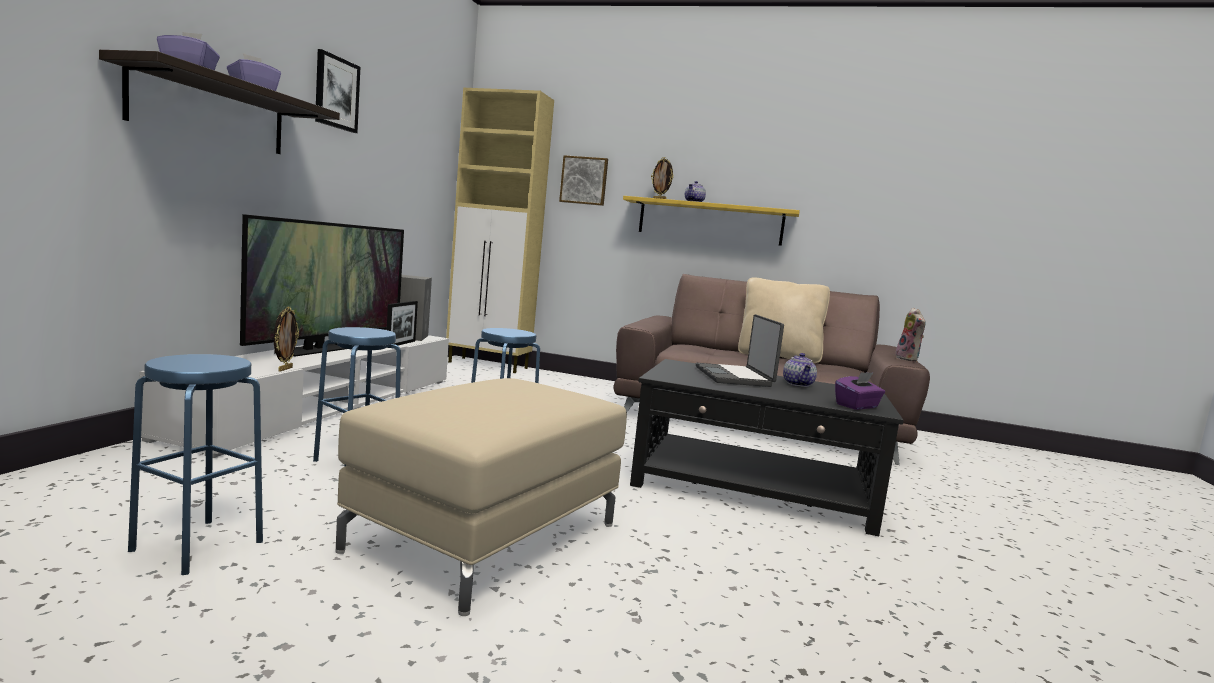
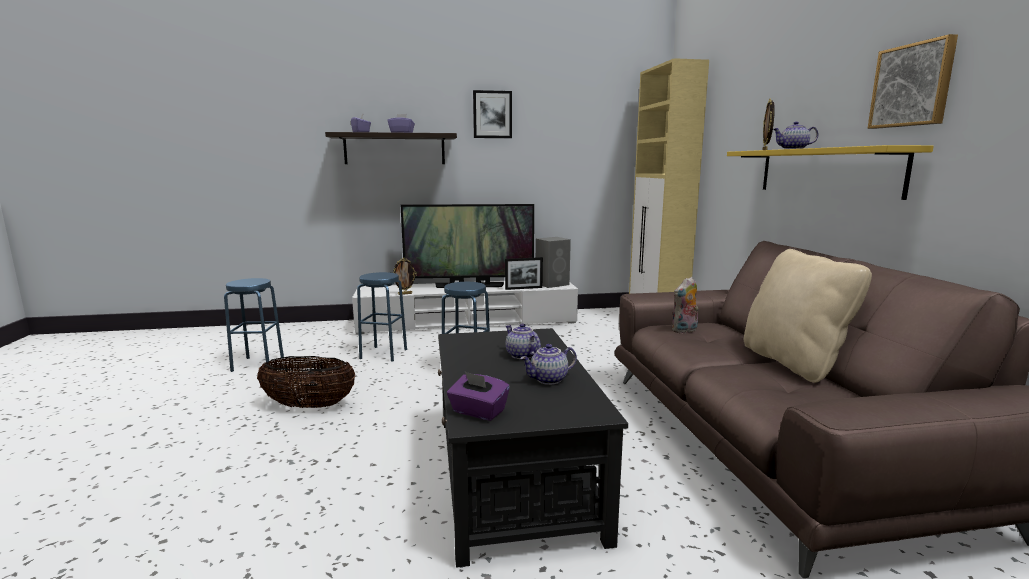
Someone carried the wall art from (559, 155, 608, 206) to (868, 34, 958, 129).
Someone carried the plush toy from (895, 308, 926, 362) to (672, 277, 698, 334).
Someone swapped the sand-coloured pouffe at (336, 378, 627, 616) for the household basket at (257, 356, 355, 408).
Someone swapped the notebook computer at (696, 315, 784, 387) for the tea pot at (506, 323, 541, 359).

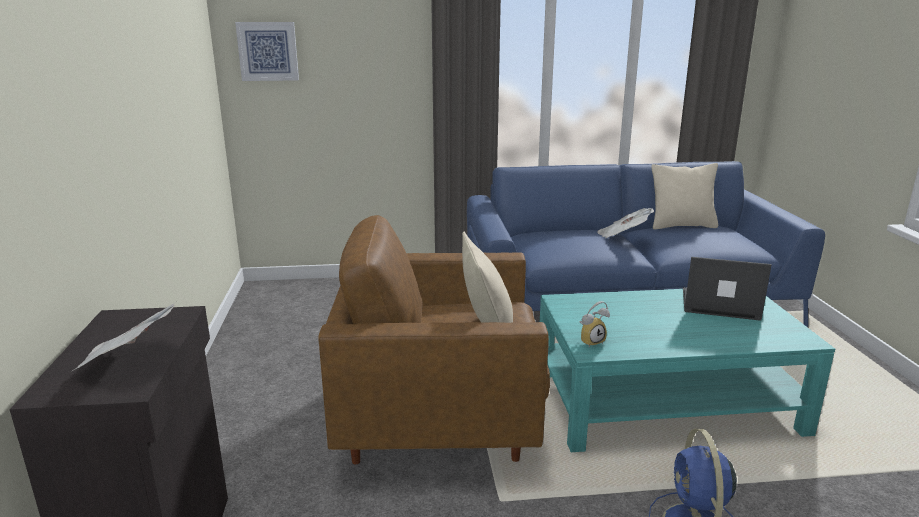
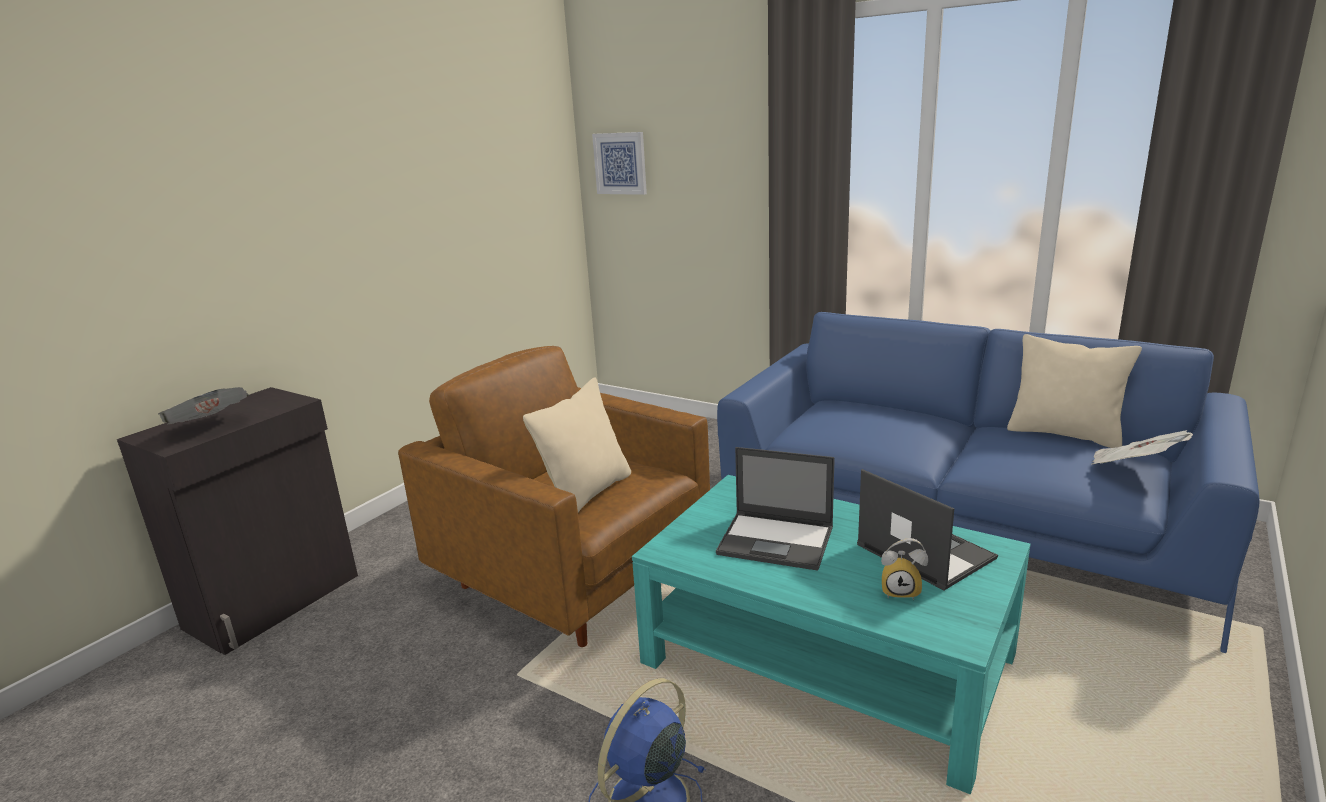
Someone put down the notebook computer at (716, 447, 835, 571).
Someone carried the alarm clock from (579, 301, 610, 348) to (881, 538, 928, 600).
Someone carried the daily paper from (597, 208, 654, 238) to (1091, 430, 1193, 465).

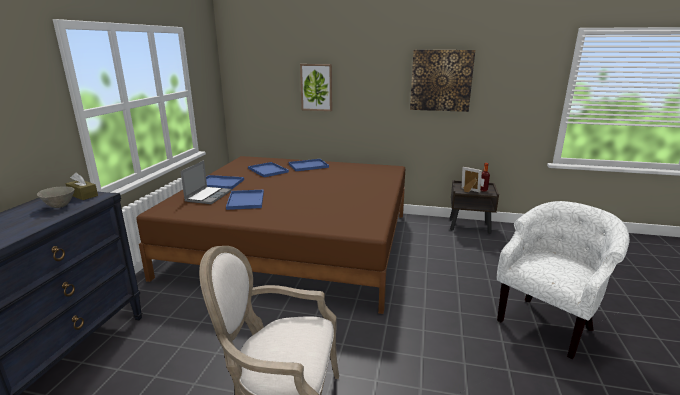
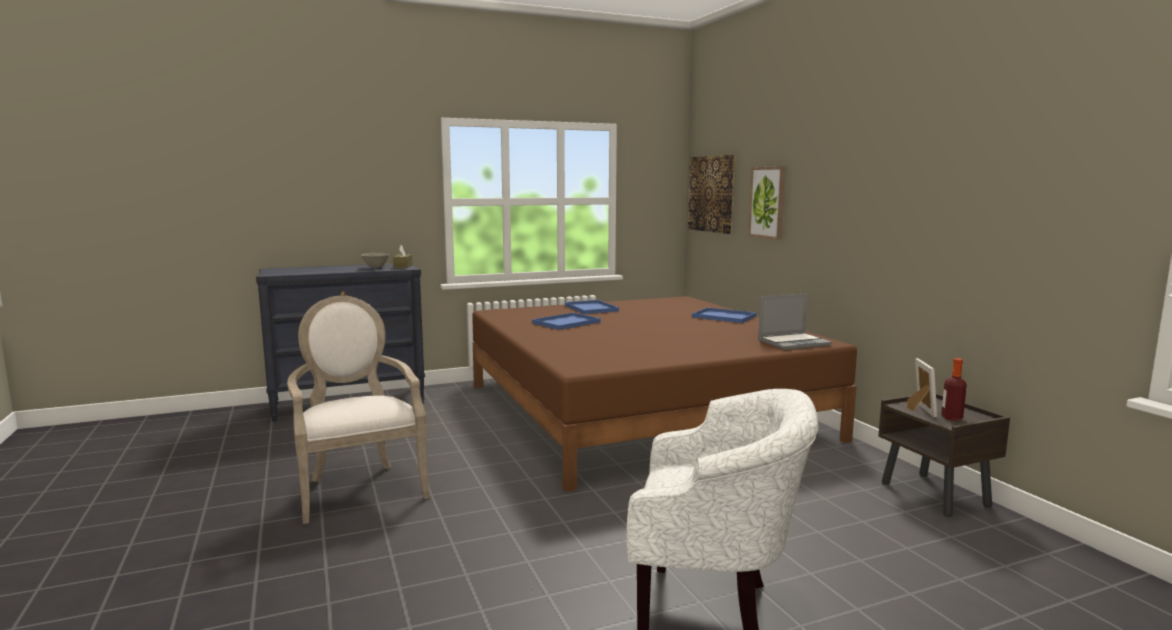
Someone took away the bluish tray at (248, 162, 289, 177).
Someone carried the notebook computer from (180, 160, 231, 204) to (758, 293, 832, 350).
Someone carried the wall art from (410, 50, 475, 112) to (688, 155, 735, 234).

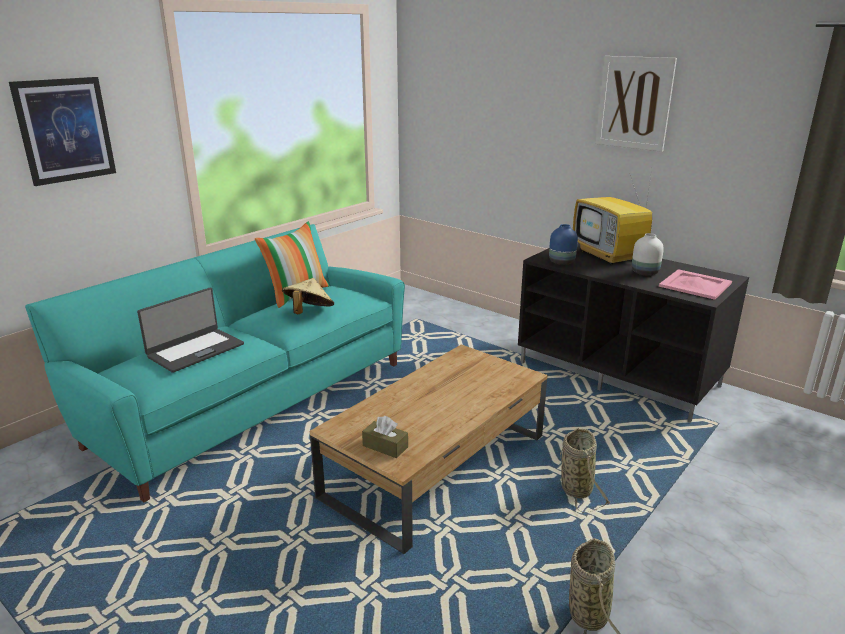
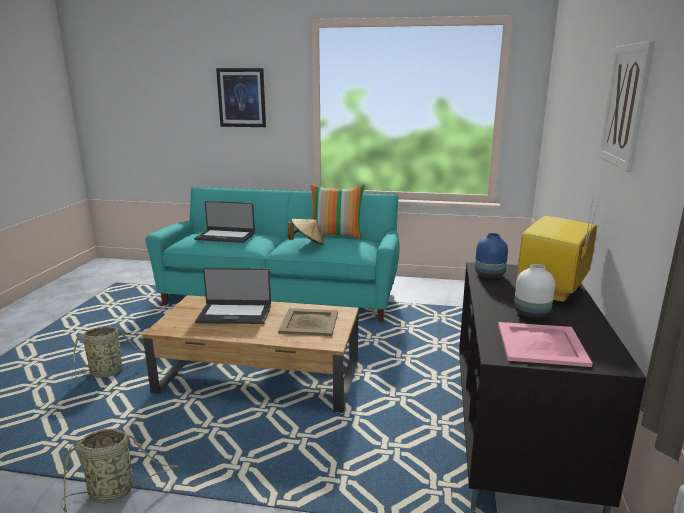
Someone took away the brown box of tissues at (362, 416, 408, 458).
Someone put down the notebook computer at (195, 268, 271, 324).
Someone put down the sand-coloured tray at (278, 308, 338, 336).
Someone carried the household basket from (560, 428, 610, 513) to (71, 326, 146, 381).

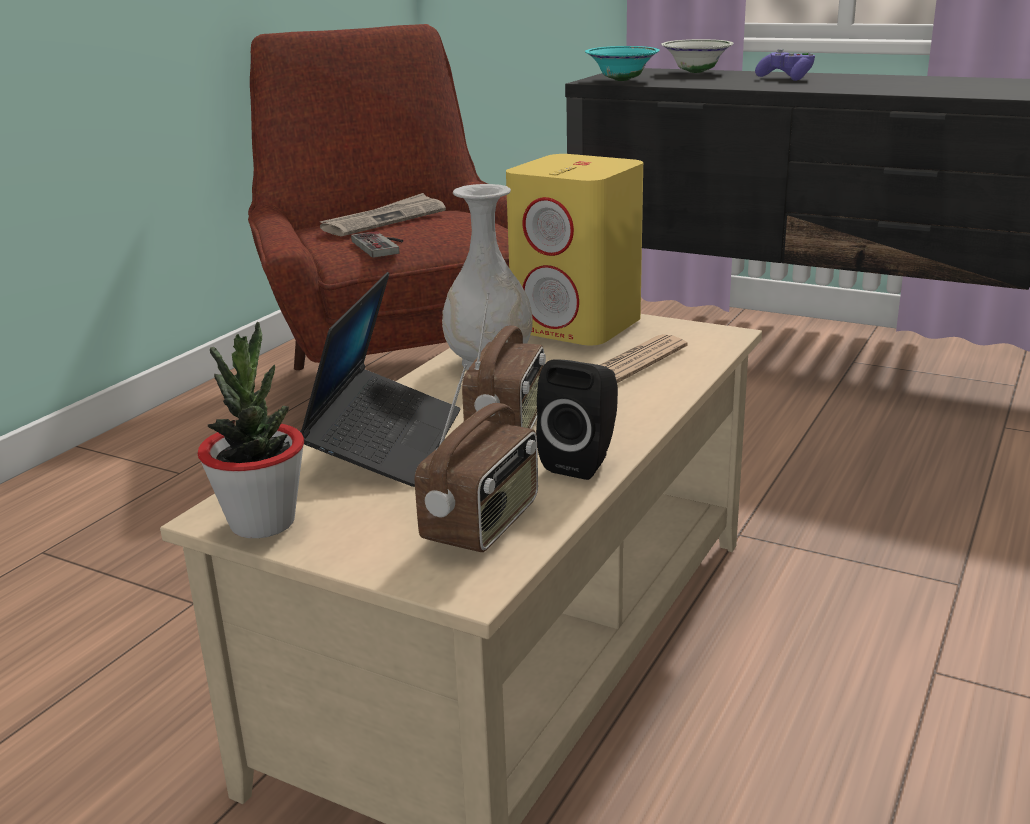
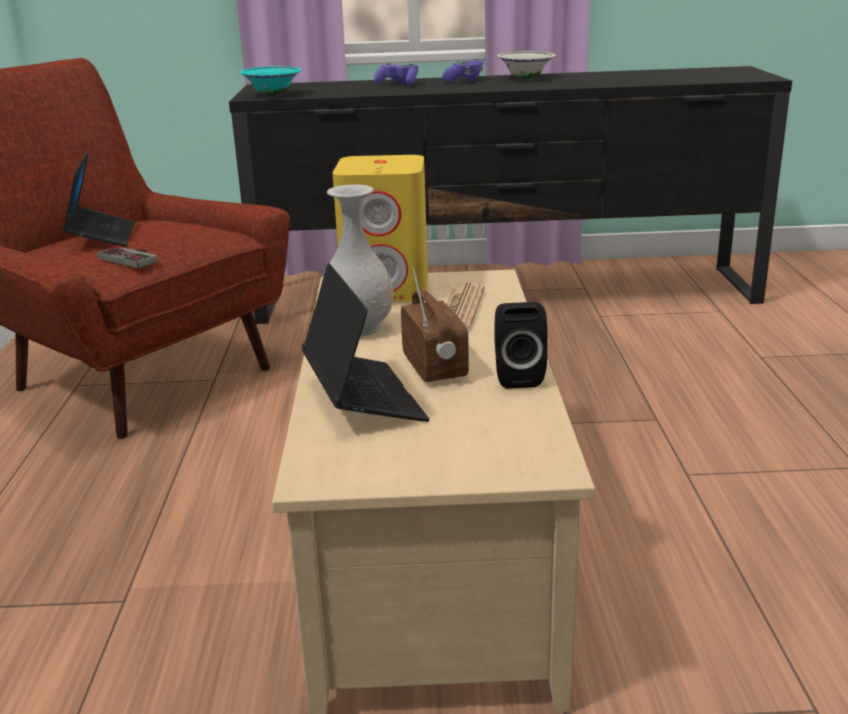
Someone took away the potted plant at (198, 322, 304, 538).
Someone took away the radio set at (415, 364, 538, 552).
Someone put down the purple-coloured joypad at (442, 58, 484, 82).
Someone carried the white-coloured serving bowl from (661, 39, 734, 73) to (497, 51, 555, 79).
Someone swapped the daily paper at (320, 193, 446, 236) for the notebook computer at (62, 152, 135, 247).

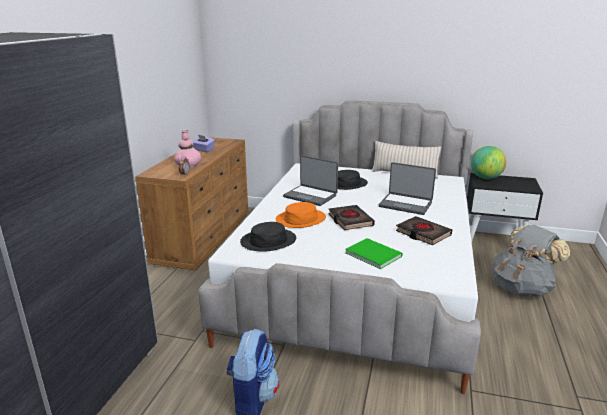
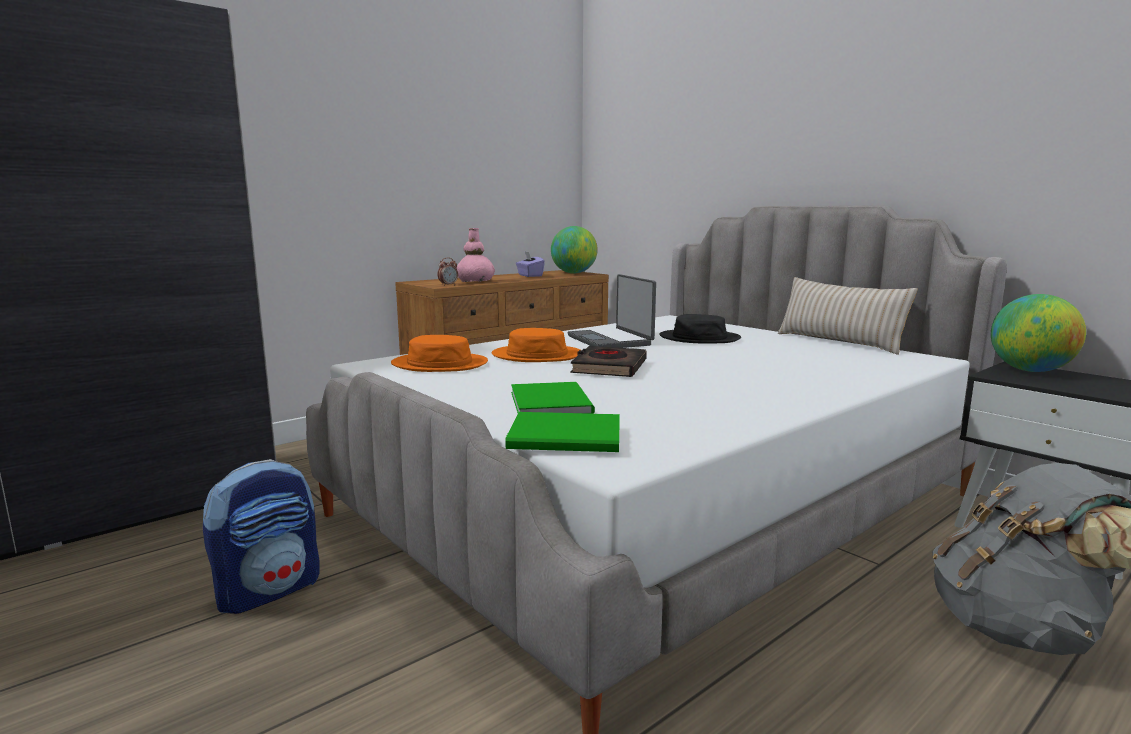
Someone took away the notebook computer at (379, 162, 436, 215).
Someone took away the blackish volume at (396, 216, 452, 245).
Someone put down the green-coloured volume at (505, 412, 620, 452).
Someone put down the desk globe at (551, 226, 598, 274).
Someone repainted the blackish hat at (240, 222, 296, 252), which became the orangey hat at (391, 335, 488, 372).

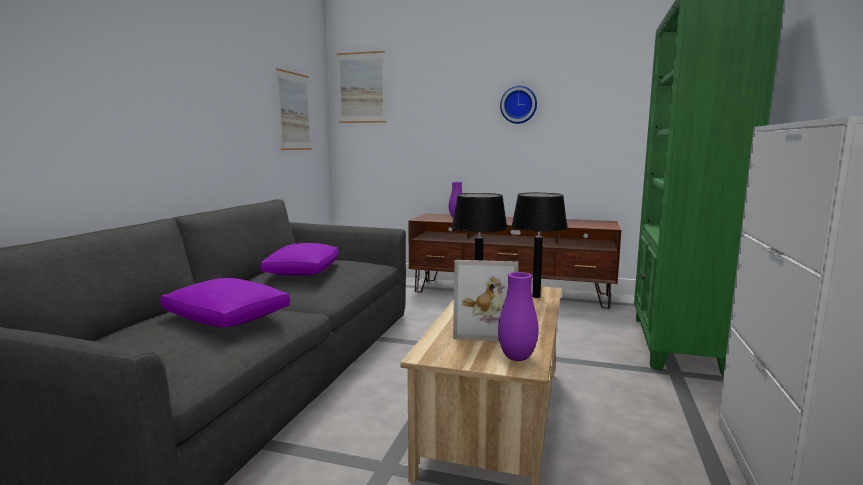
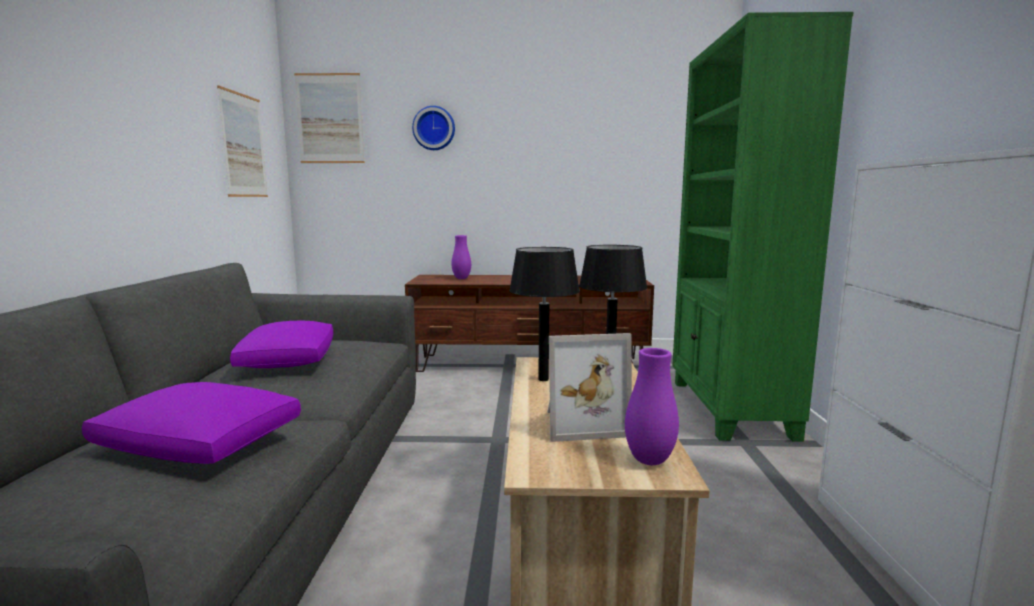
Someone carried the wall clock from (500, 86, 537, 124) to (412, 106, 455, 150).

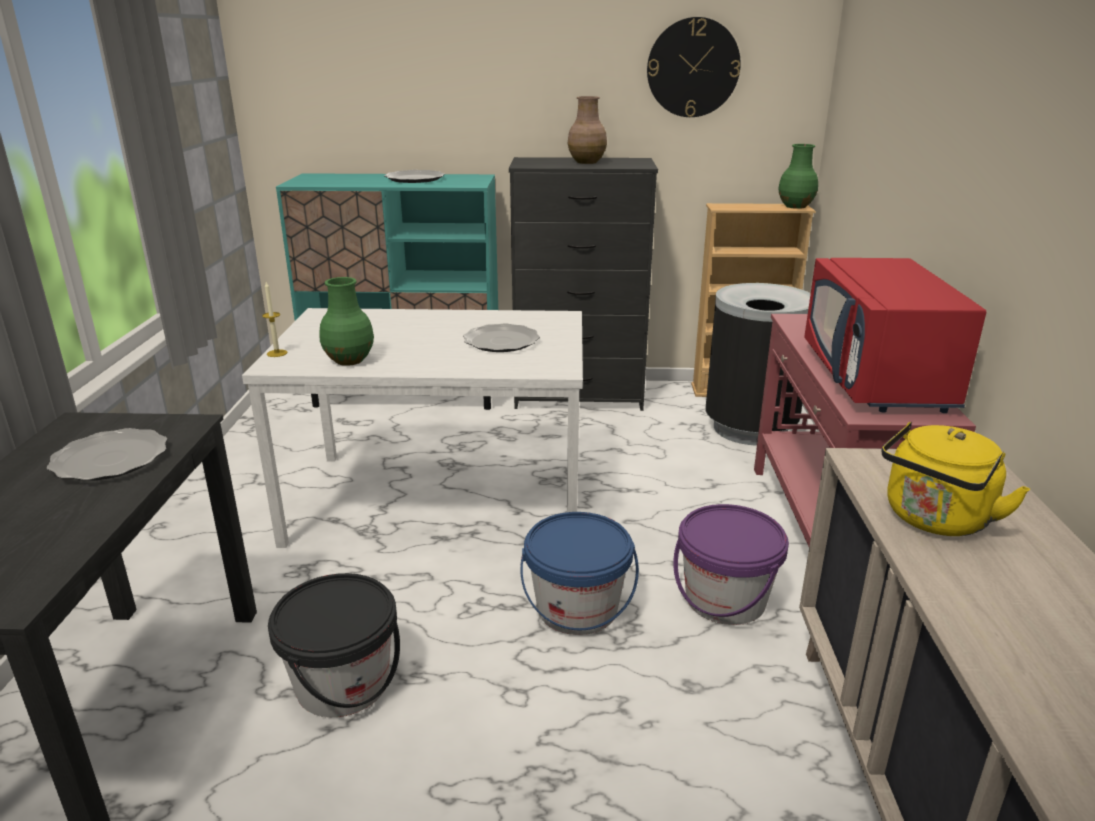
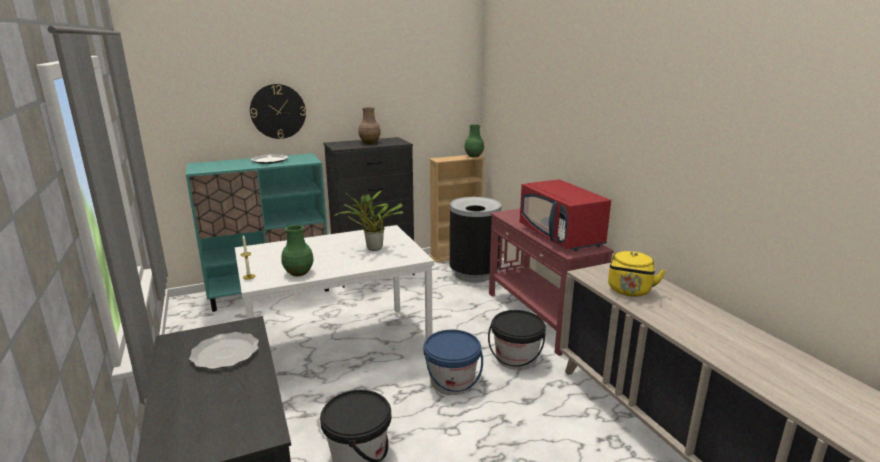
Someone carried the wall clock from (647, 17, 741, 117) to (250, 84, 306, 139).
Someone swapped the flat dish at (463, 323, 540, 352) for the potted plant at (334, 190, 403, 251).
Someone repainted the purple-coloured water bucket at (673, 504, 789, 625), which became the blackish water bucket at (488, 310, 546, 370).

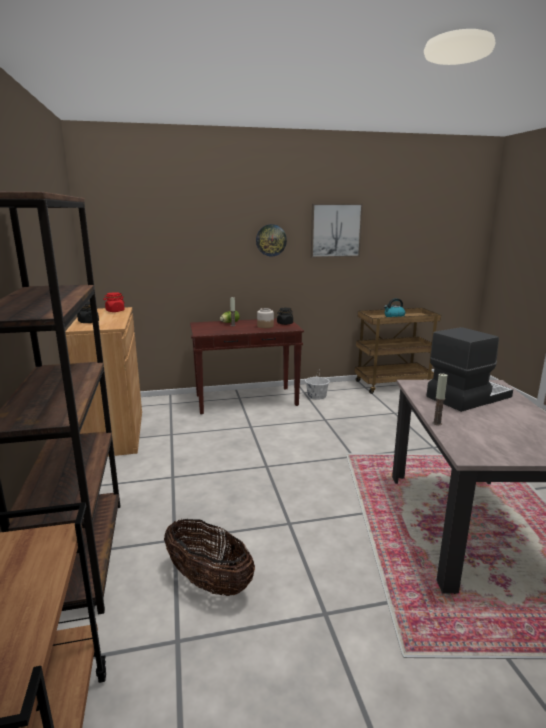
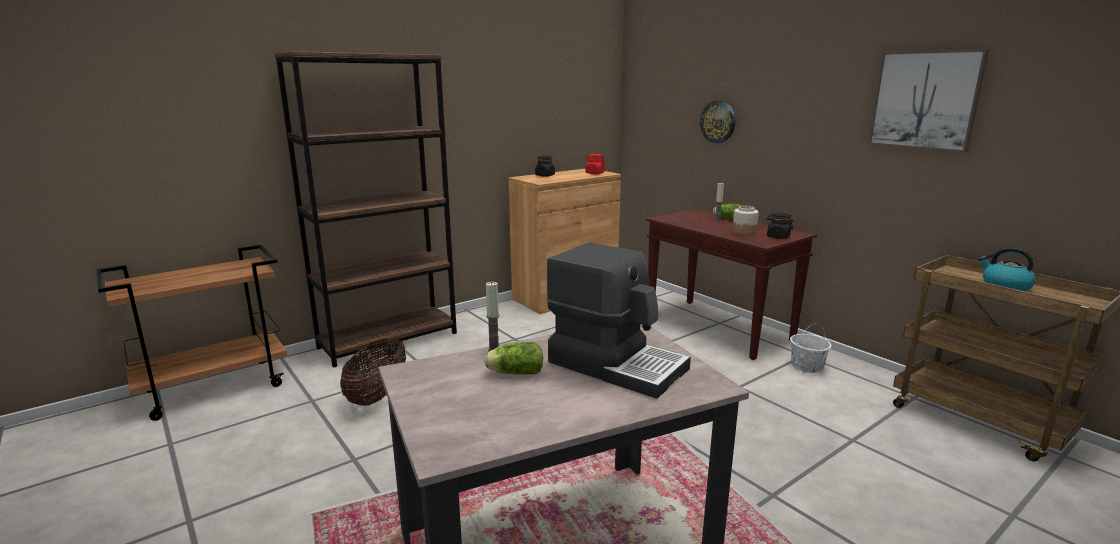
Someone put down the head of lettuce at (484, 342, 543, 375).
Someone carried the wall clock from (256, 224, 287, 256) to (700, 101, 735, 143).

